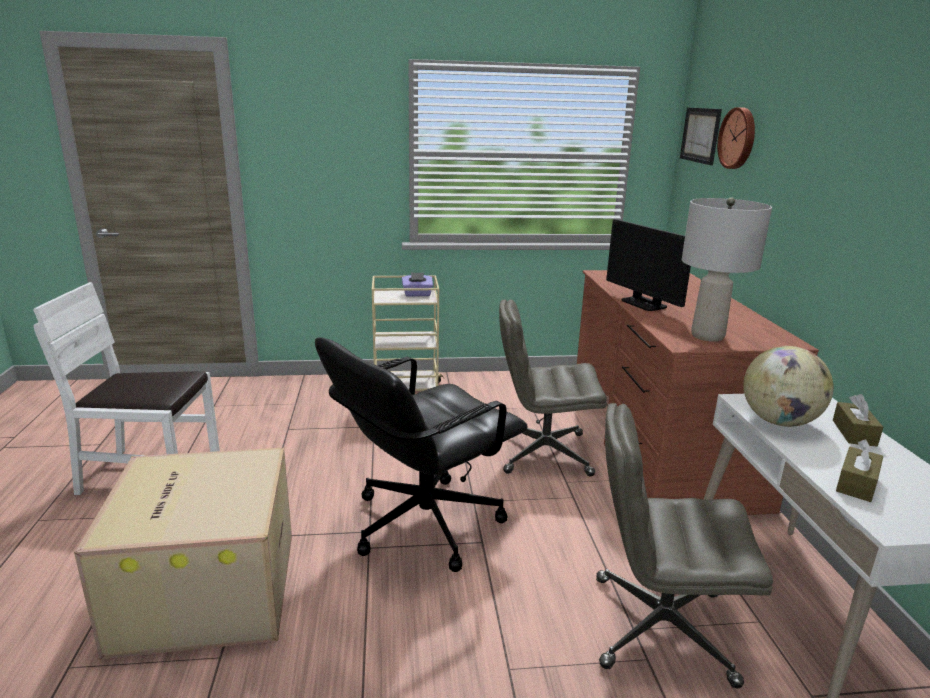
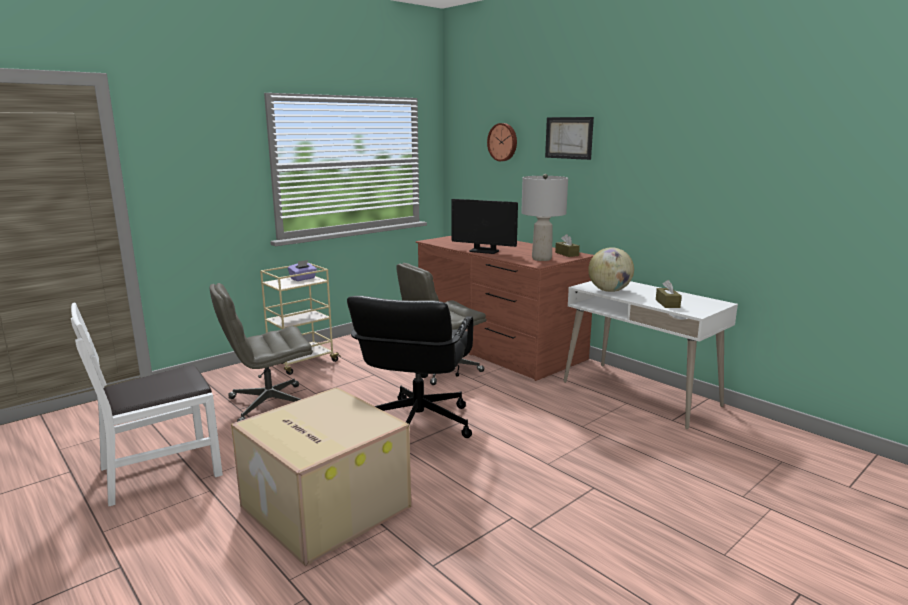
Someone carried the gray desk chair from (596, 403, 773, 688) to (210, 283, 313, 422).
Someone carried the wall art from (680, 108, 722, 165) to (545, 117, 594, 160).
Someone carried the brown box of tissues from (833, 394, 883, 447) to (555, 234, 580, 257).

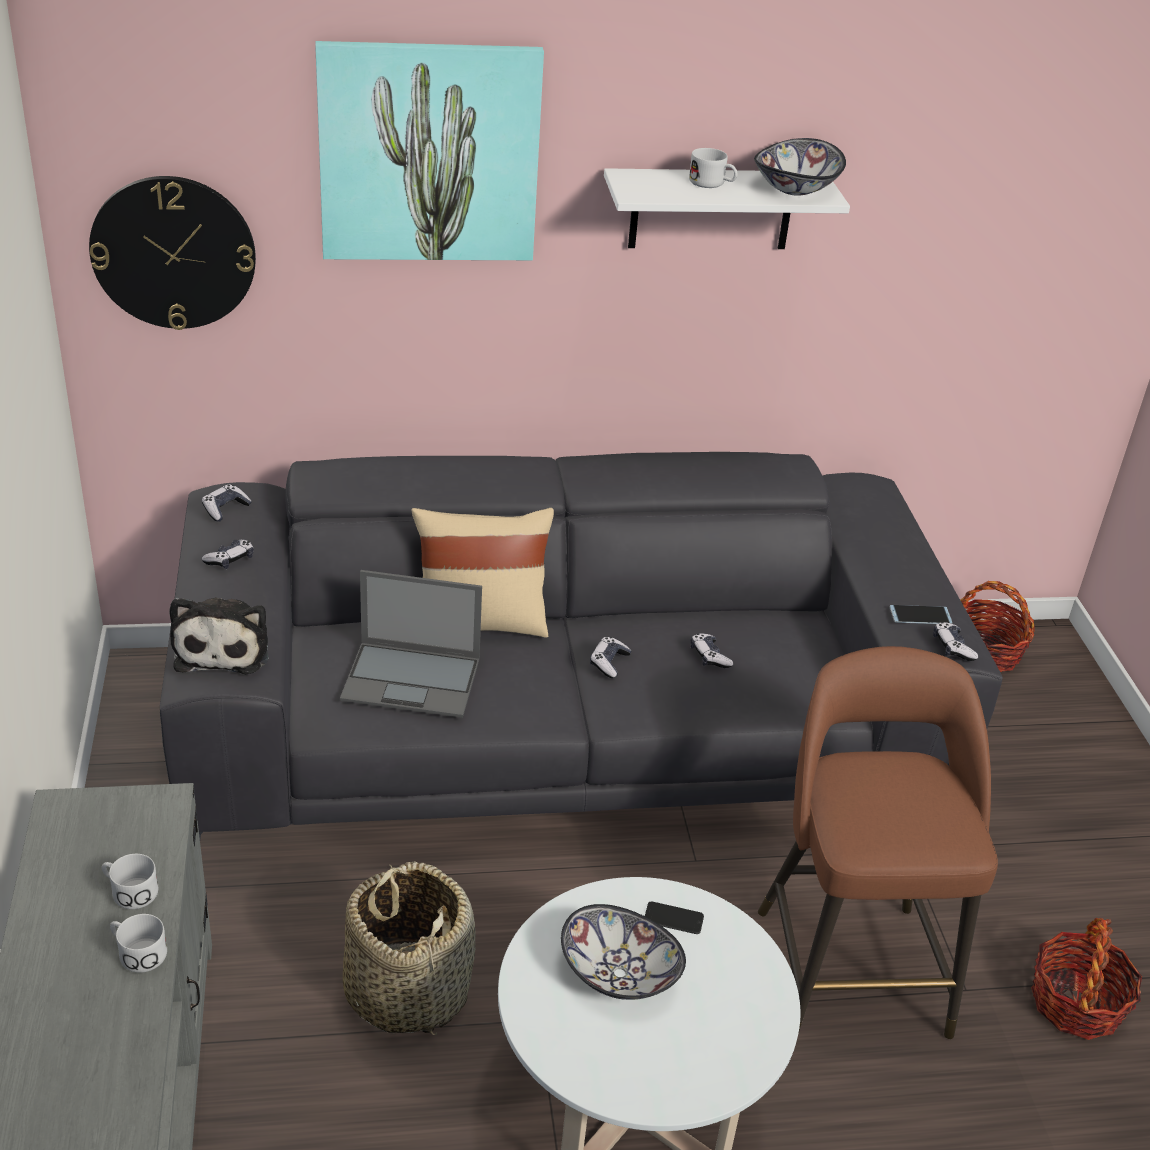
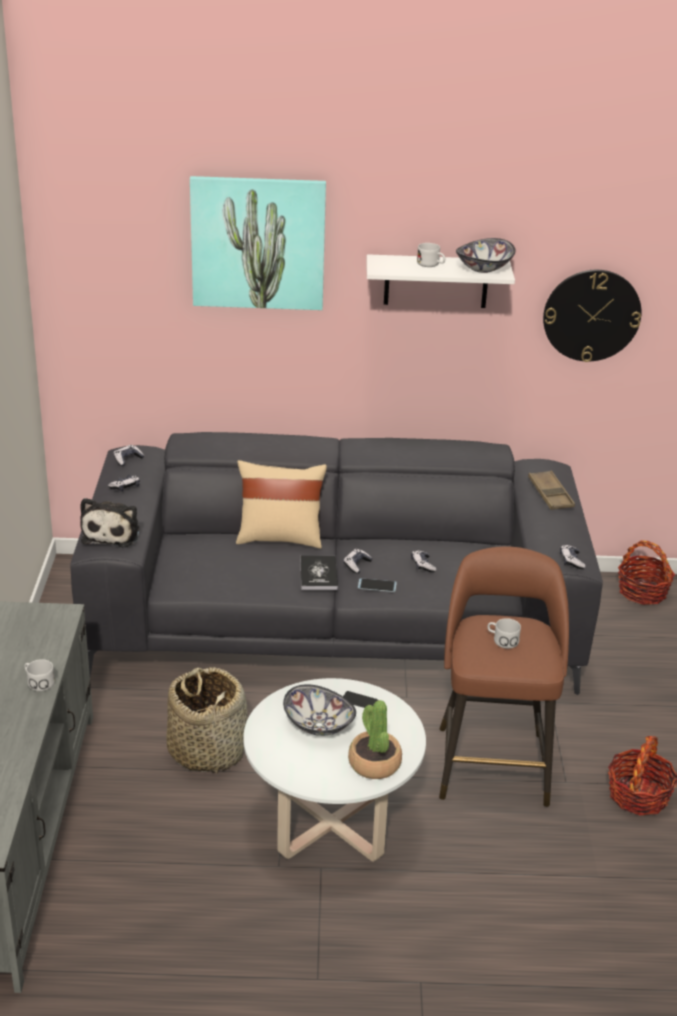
Someone took away the notebook computer at (340, 570, 482, 718).
Someone put down the volume at (300, 555, 338, 590).
Someone put down the potted plant at (348, 700, 402, 779).
Someone put down the brown tray at (528, 471, 575, 510).
Someone carried the wall clock from (89, 176, 256, 330) to (543, 270, 642, 362).
Someone carried the white-coloured tea mug from (102, 854, 158, 909) to (487, 618, 521, 649).
Someone carried the telephone from (890, 605, 952, 624) to (358, 578, 397, 592).

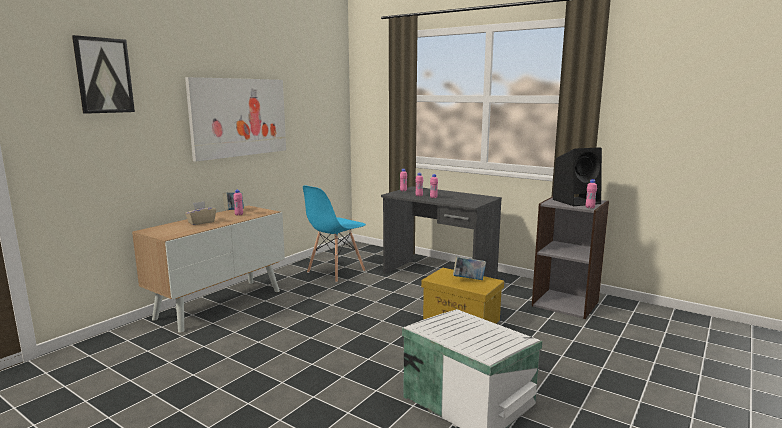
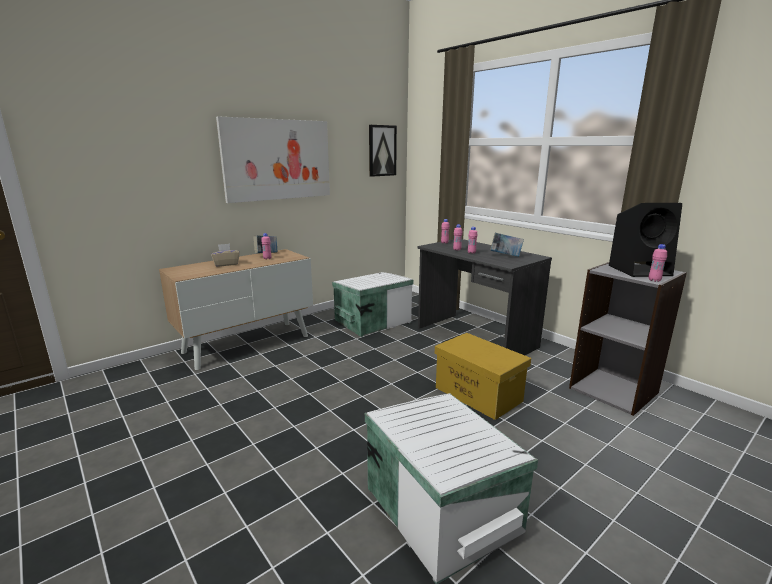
Someone carried the wall art from (72, 35, 135, 114) to (369, 125, 397, 177).
Someone carried the volume from (453, 257, 486, 280) to (490, 233, 524, 257).
Someone swapped the bluish chair at (303, 185, 366, 283) for the white-coloured storage container at (332, 272, 413, 337).

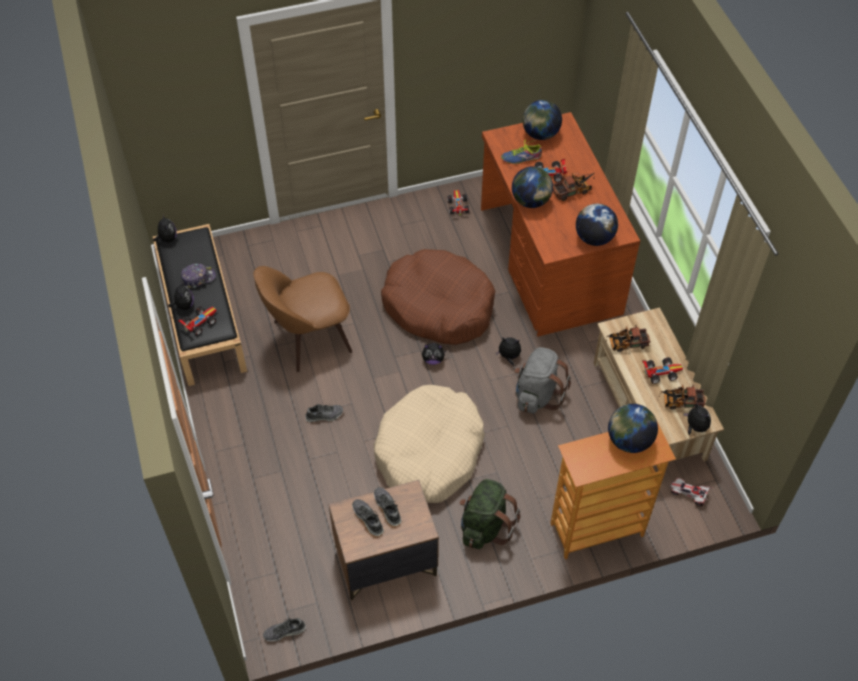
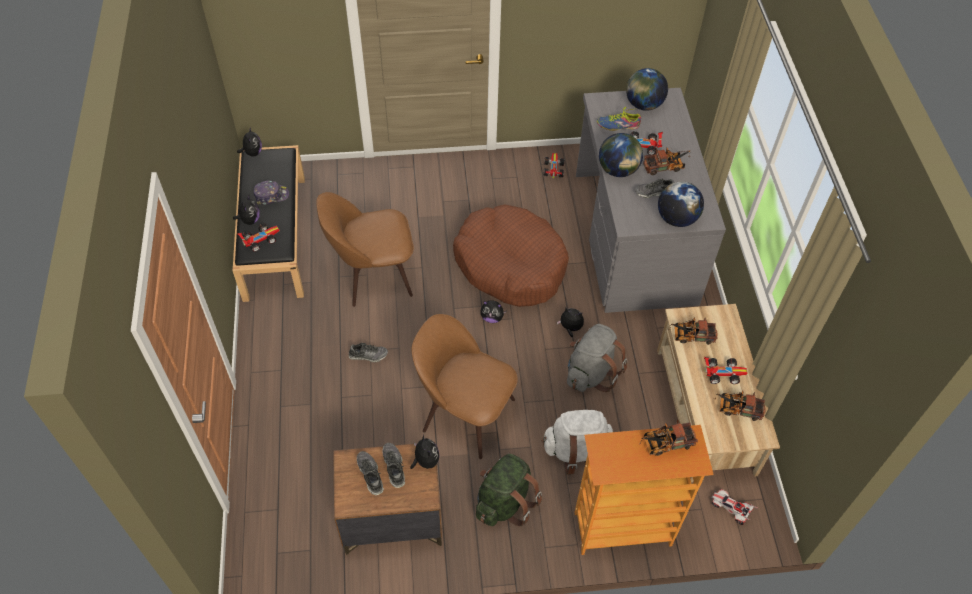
Someone put down the white-coloured backpack at (542, 410, 613, 475).
Someone carried the shoe from (263, 618, 306, 642) to (635, 178, 674, 198).
Someone carried the plush toy from (683, 402, 711, 435) to (410, 435, 440, 469).
Someone swapped the sand-coloured dog bed at (374, 385, 485, 503) for the brown chair at (411, 314, 518, 459).
Someone swapped the desk globe at (608, 404, 658, 453) for the toy lorry at (640, 420, 698, 456).
Someone repainted the brown desk table at (481, 112, 640, 337), which became the gray desk table at (576, 88, 726, 313).

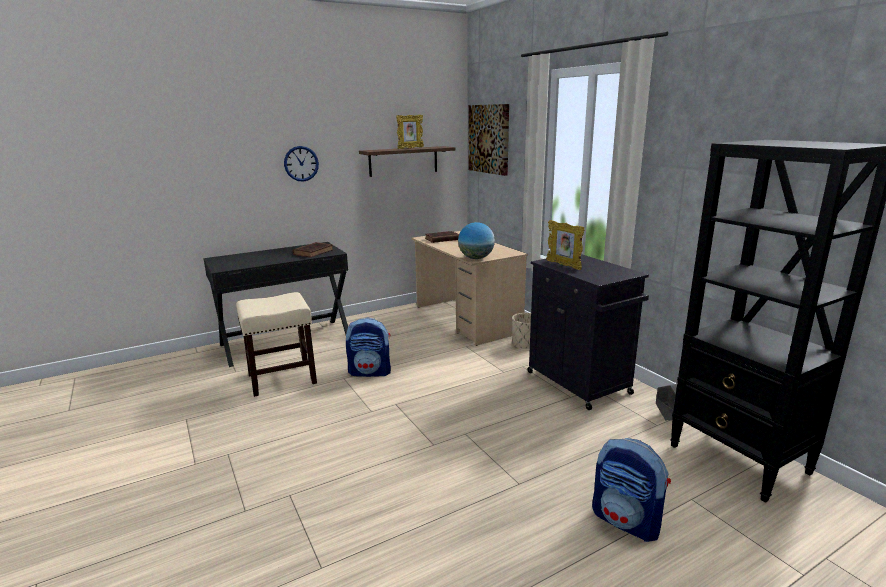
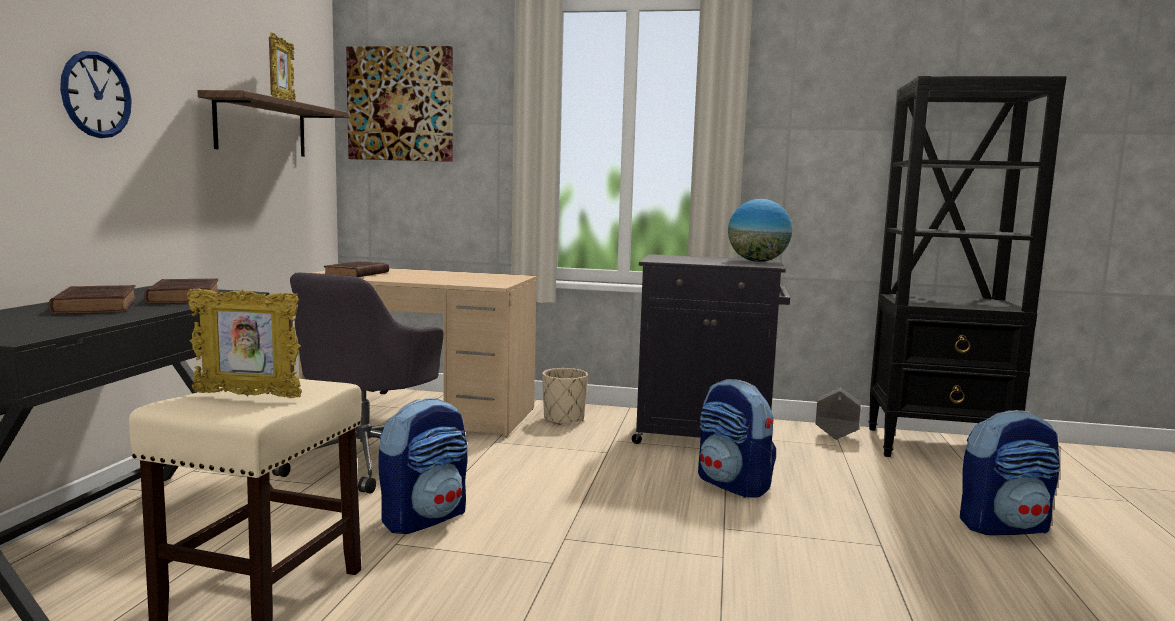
Someone put down the brown volume at (49, 285, 137, 314).
Someone put down the gray desk chair at (272, 273, 444, 493).
Someone put down the backpack at (698, 379, 776, 498).
Someone carried the desk globe from (458, 222, 495, 259) to (728, 199, 792, 262).
Someone carried the photo frame from (546, 220, 584, 270) to (187, 289, 302, 398).

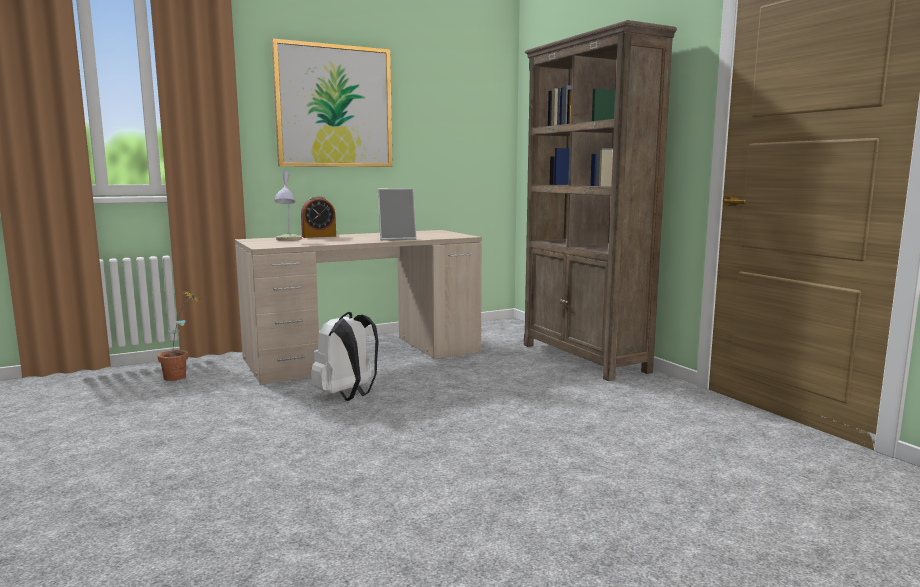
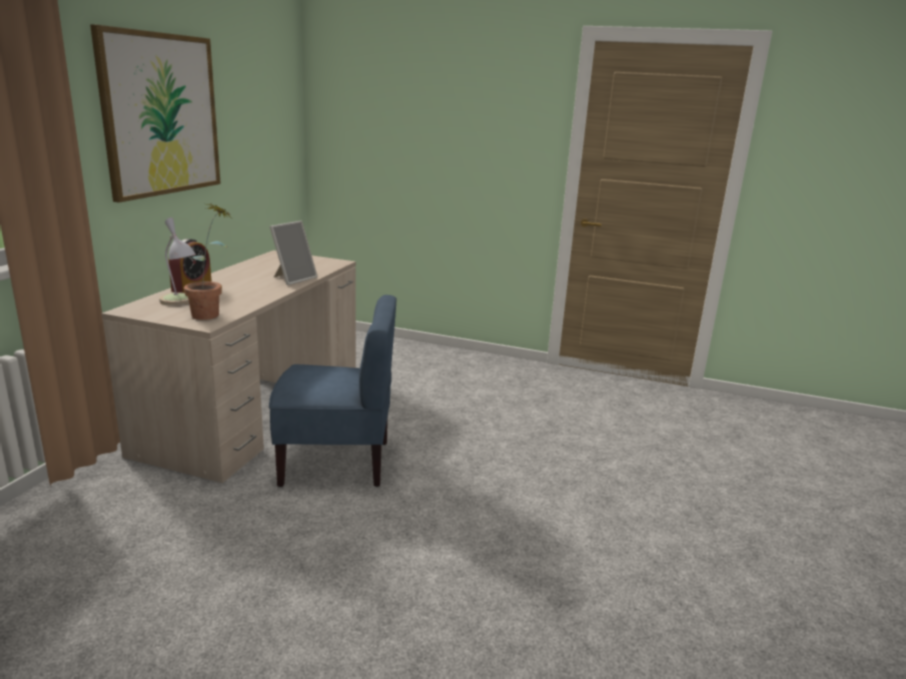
Someone took away the brown shelving unit at (524, 20, 677, 381).
Someone carried the potted plant from (157, 292, 201, 381) to (184, 203, 231, 320).
Someone swapped the white-coloured backpack at (311, 312, 379, 401) for the bluish chair at (269, 295, 396, 487).

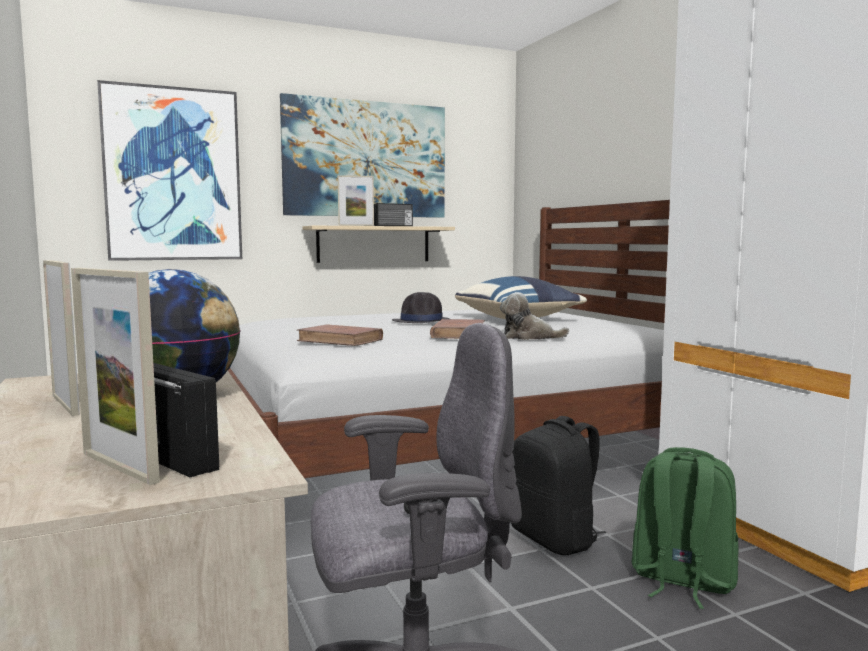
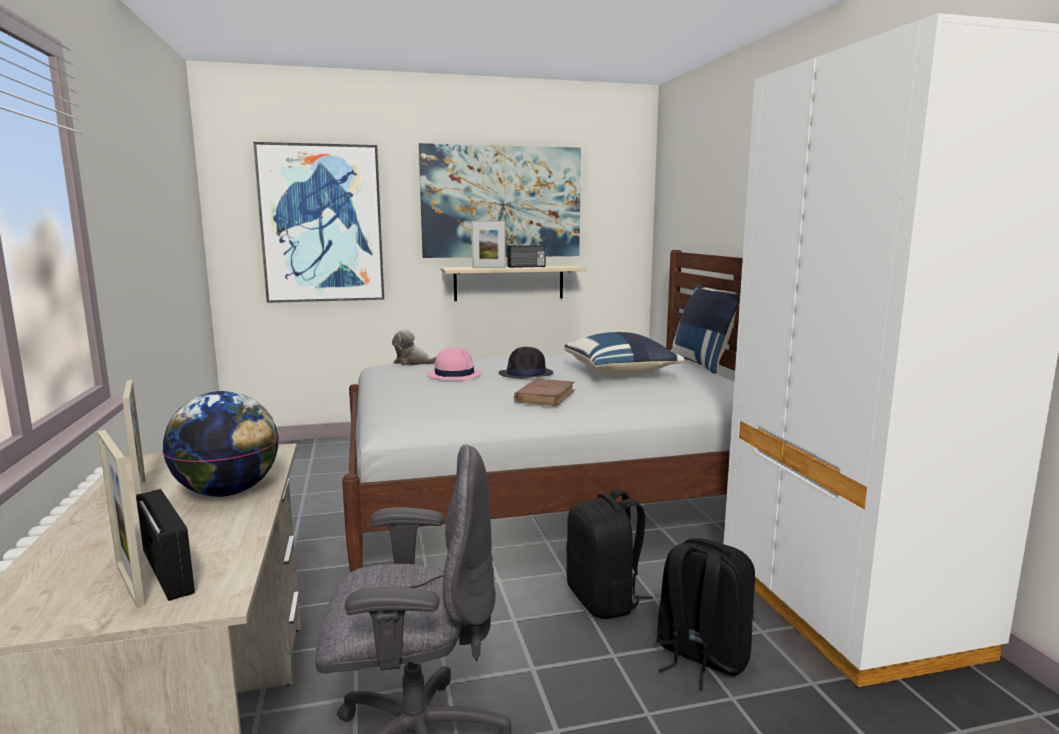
Someone took away the brown volume at (297, 324, 383, 346).
Someone put down the pinkish hat at (427, 347, 482, 381).
Someone put down the bluish throw pillow at (671, 284, 740, 374).
Someone carried the plush toy from (500, 292, 569, 340) to (392, 329, 436, 365).
Someone repainted the green-coloured backpack at (632, 447, 739, 609), which became the blackish backpack at (656, 538, 755, 690).

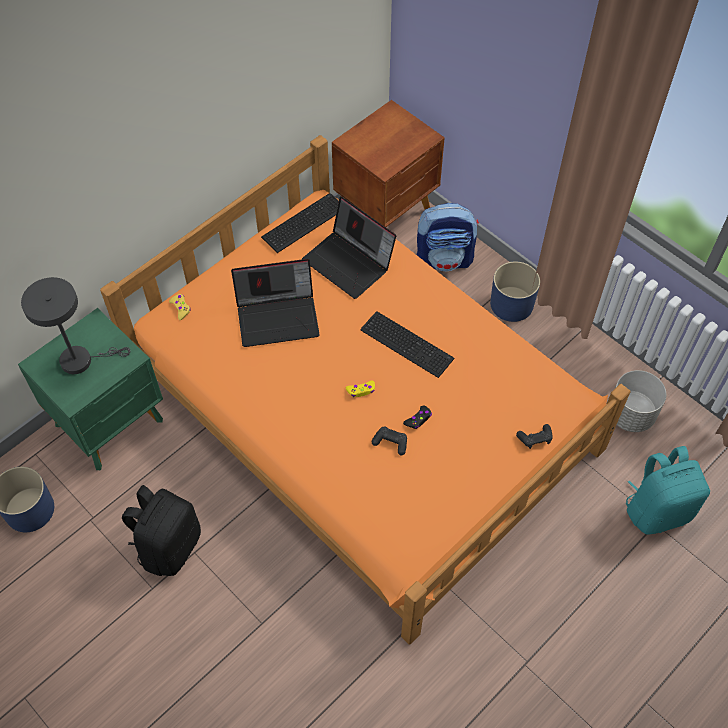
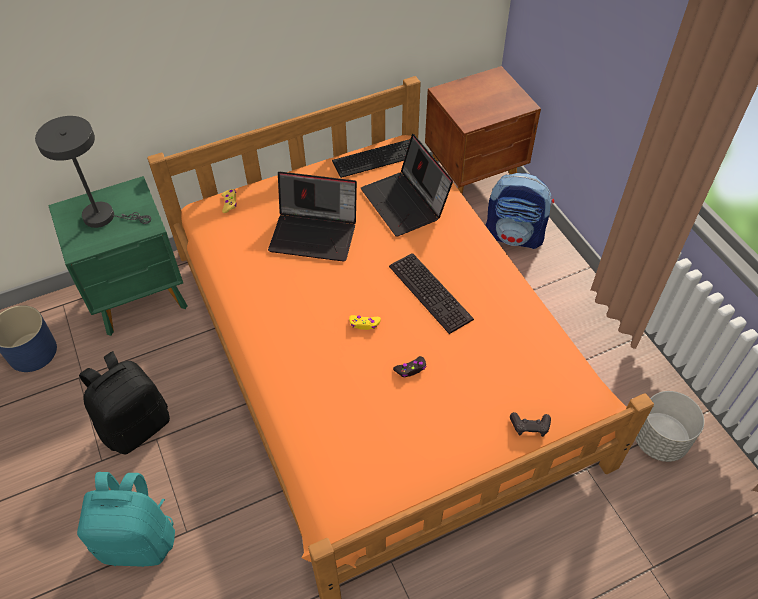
Someone took away the blackish joypad at (372, 427, 407, 455).
Someone took away the bluish planter at (490, 261, 540, 322).
Someone carried the blue-green backpack from (626, 446, 710, 535) to (77, 472, 175, 567).

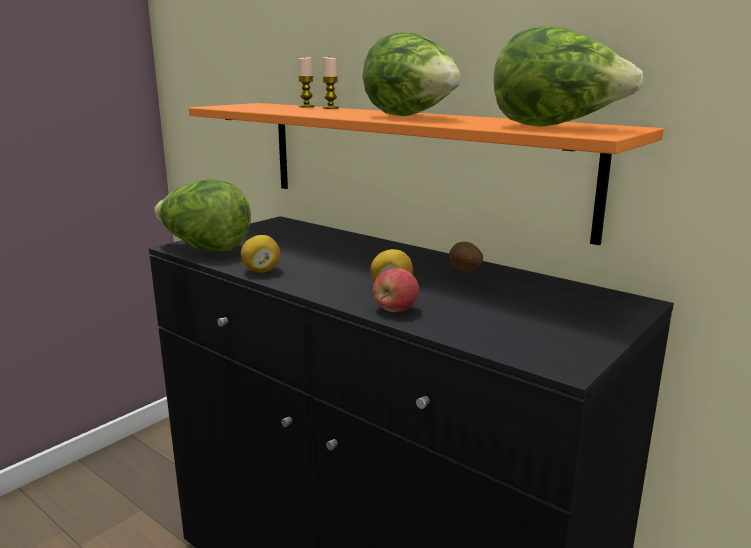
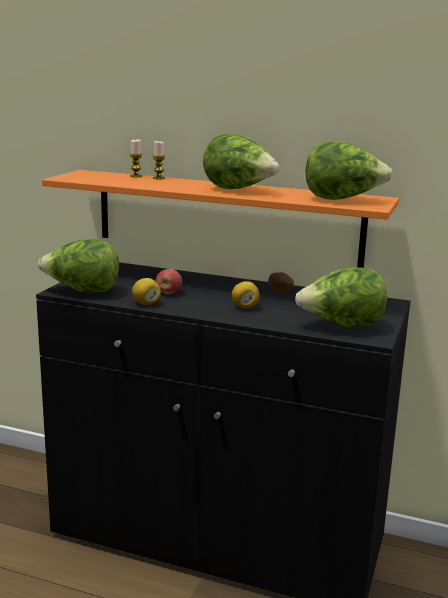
Someone put down the head of lettuce at (295, 267, 387, 327).
Someone carried the apple fruit from (373, 268, 419, 312) to (156, 269, 182, 294).

